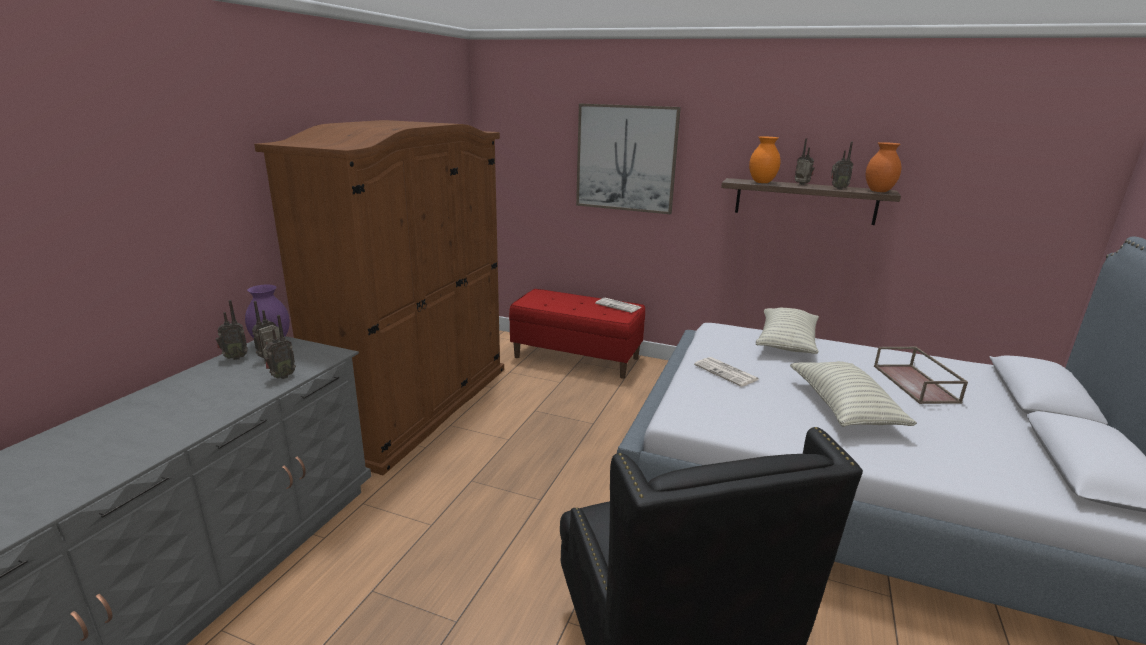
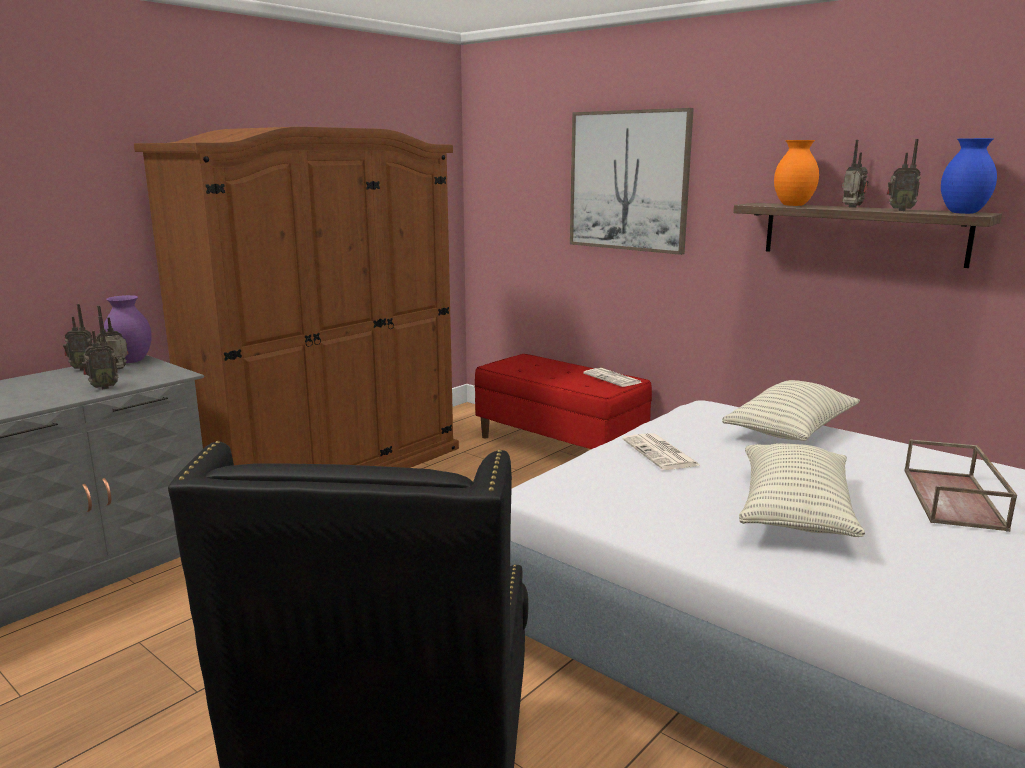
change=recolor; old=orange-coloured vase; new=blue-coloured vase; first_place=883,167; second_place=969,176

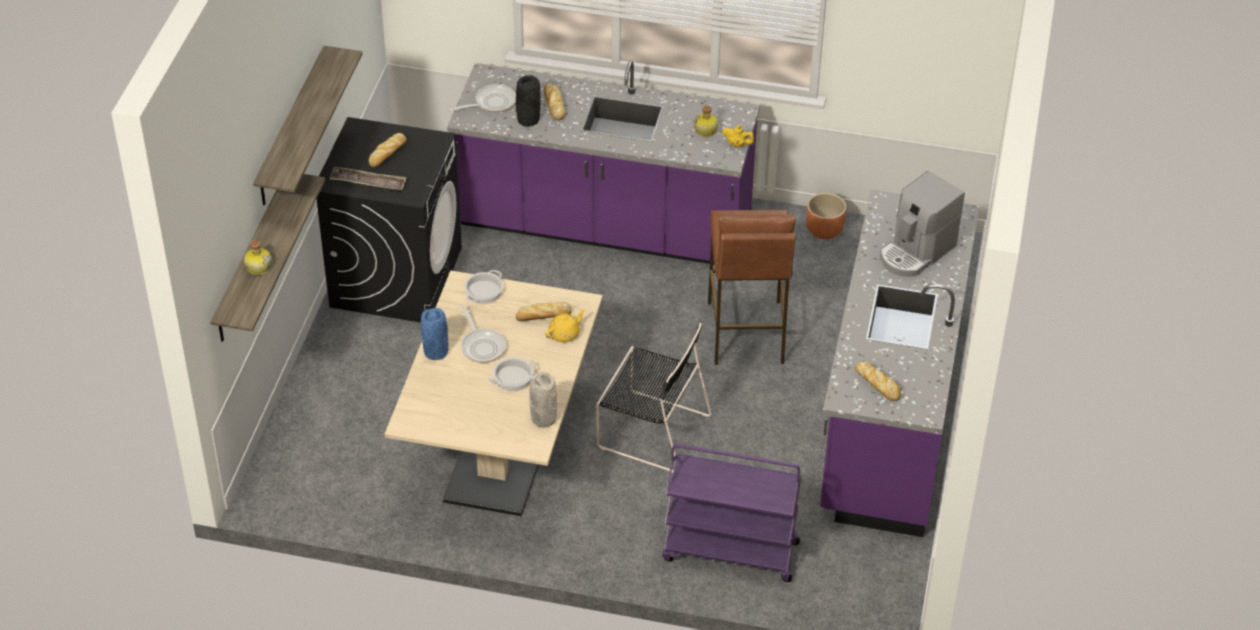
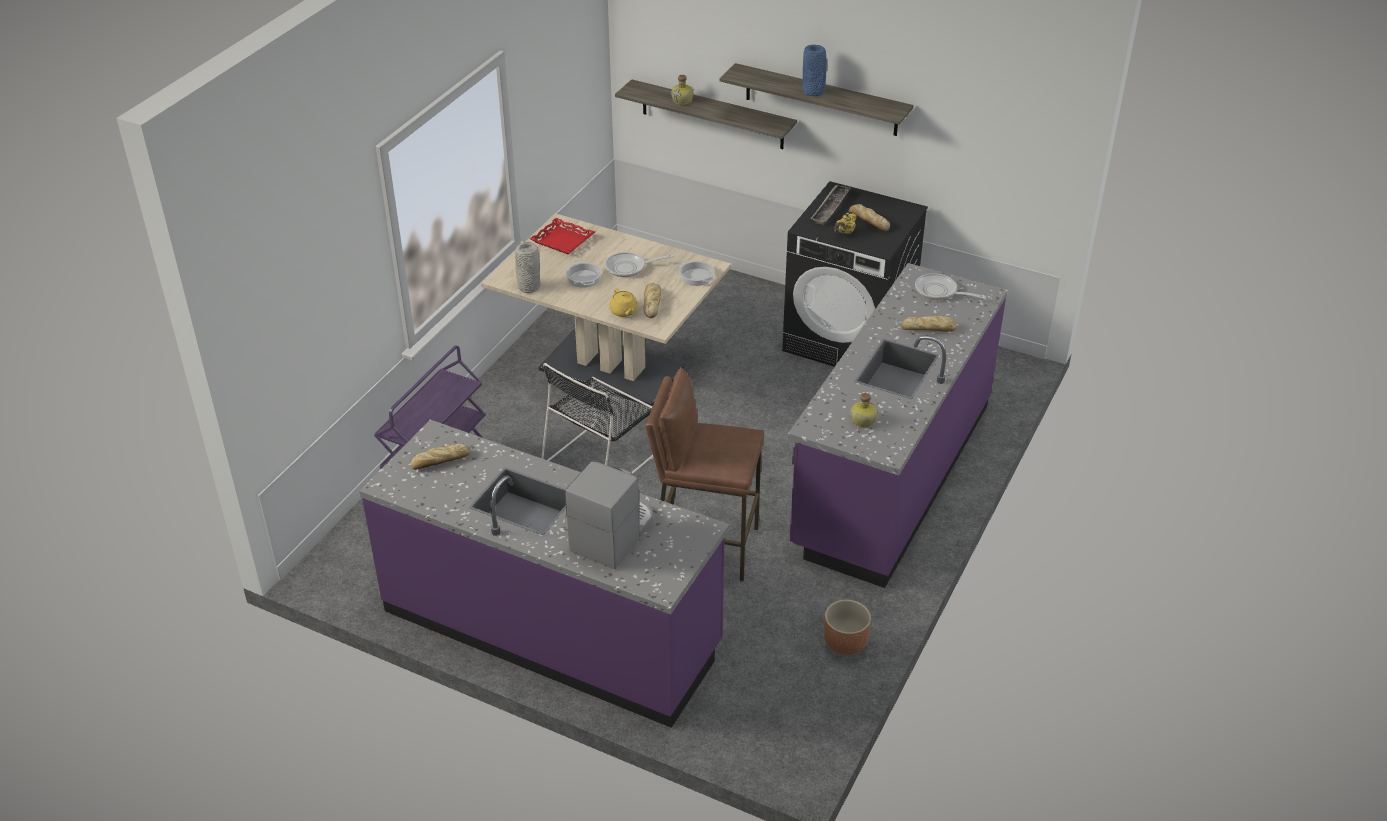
change=move; old=blue-coloured vase; first_place=434,334; second_place=815,70
change=rotate; old=pan; first_place=482,98; second_place=950,286; degrees=135
change=delete; old=black-coloured vase; first_place=528,101
change=move; old=yellowish teapot; first_place=738,136; second_place=845,224
change=rotate; old=coffee brewer; first_place=922,224; second_place=609,515; degrees=60
change=insert; new=red-coloured carrying tray; second_place=562,236

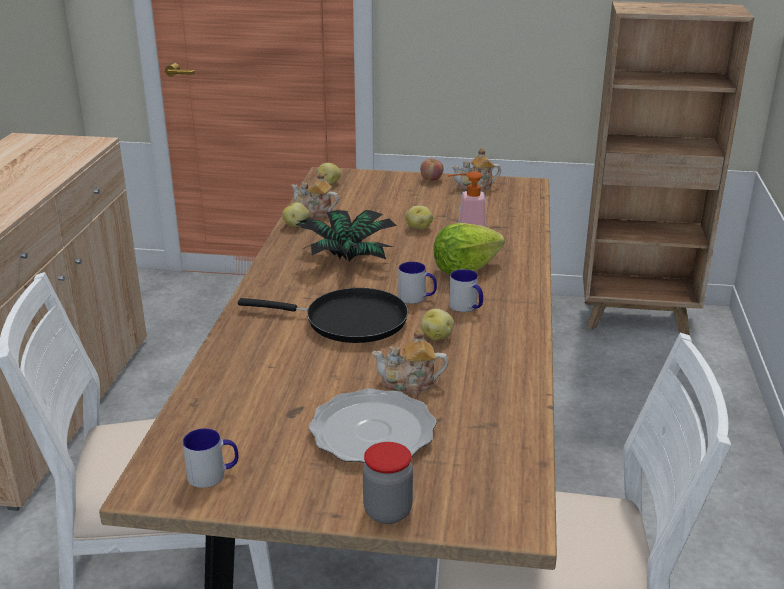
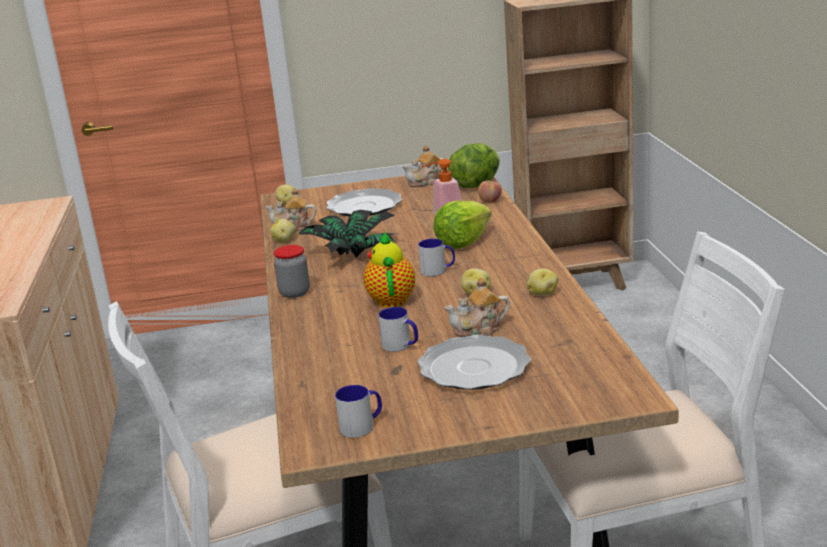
change=replace; old=black-coloured pan; new=teapot; first_place=323,315; second_place=389,270
change=move; old=preserve jar; first_place=388,483; second_place=292,271
change=move; old=spud; first_place=419,217; second_place=542,282
change=move; old=apple; first_place=432,170; second_place=490,192
change=move; old=tea mug; first_place=466,290; second_place=398,329
change=insert; new=dinner plate; second_place=364,202
change=insert; new=head of lettuce; second_place=474,165

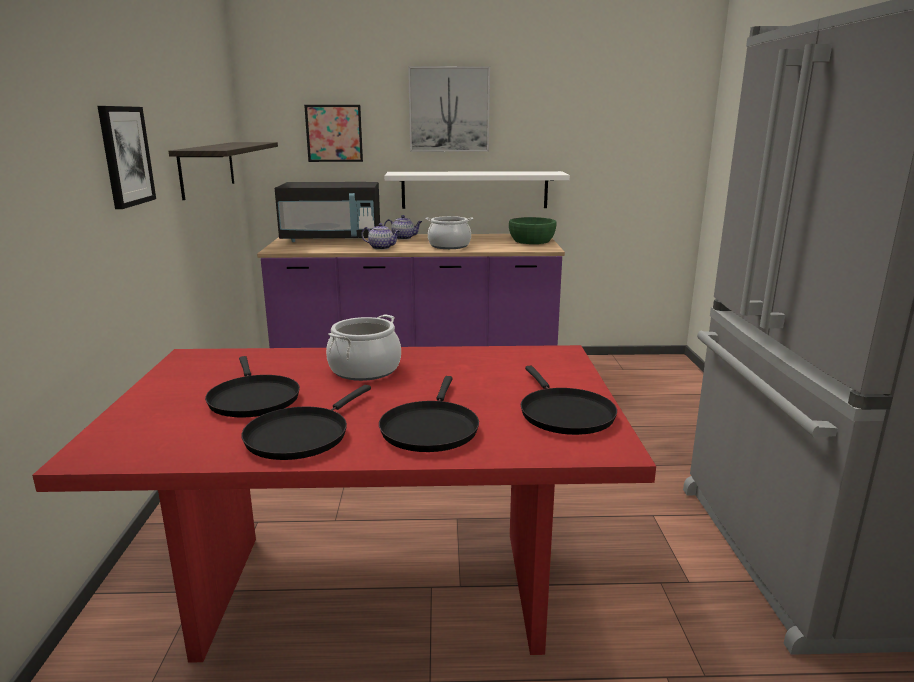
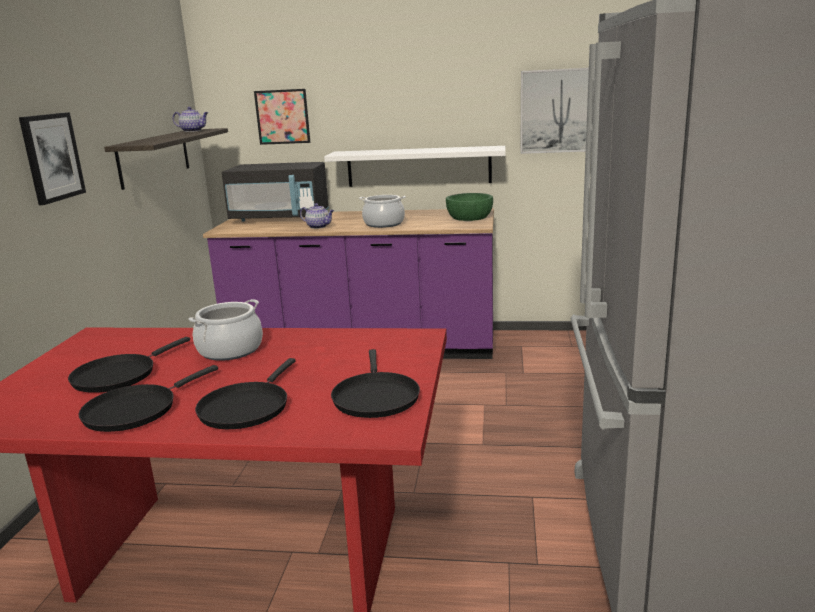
change=rotate; old=black-coloured pan; first_place=252,387; second_place=129,365; degrees=45
change=move; old=teapot; first_place=403,227; second_place=190,119
change=move; old=wall art; first_place=449,109; second_place=557,111

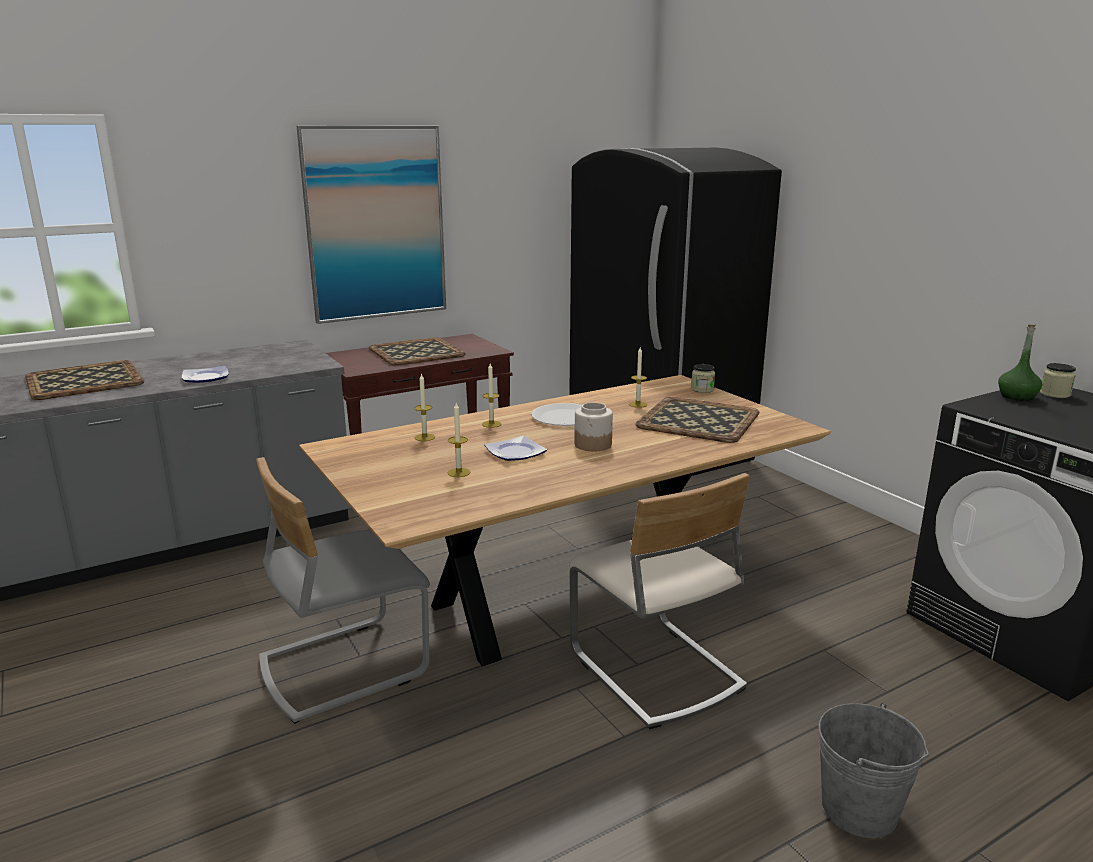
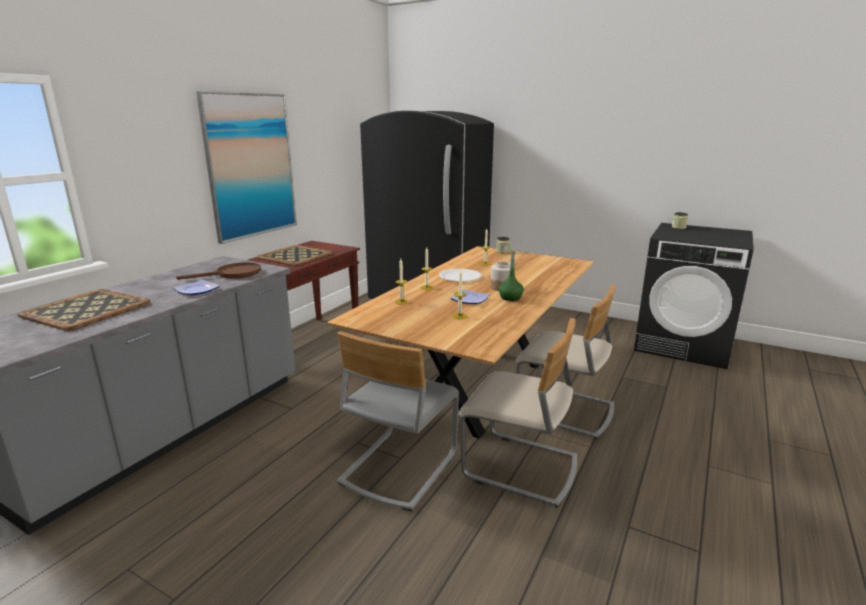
change=delete; old=carrying tray; first_place=697,420
change=delete; old=grey pail; first_place=874,770
change=move; old=green drink bottle; first_place=1020,363; second_place=511,276
change=insert; new=brownish pan; second_place=218,271
change=insert; new=beige chair; second_place=518,413

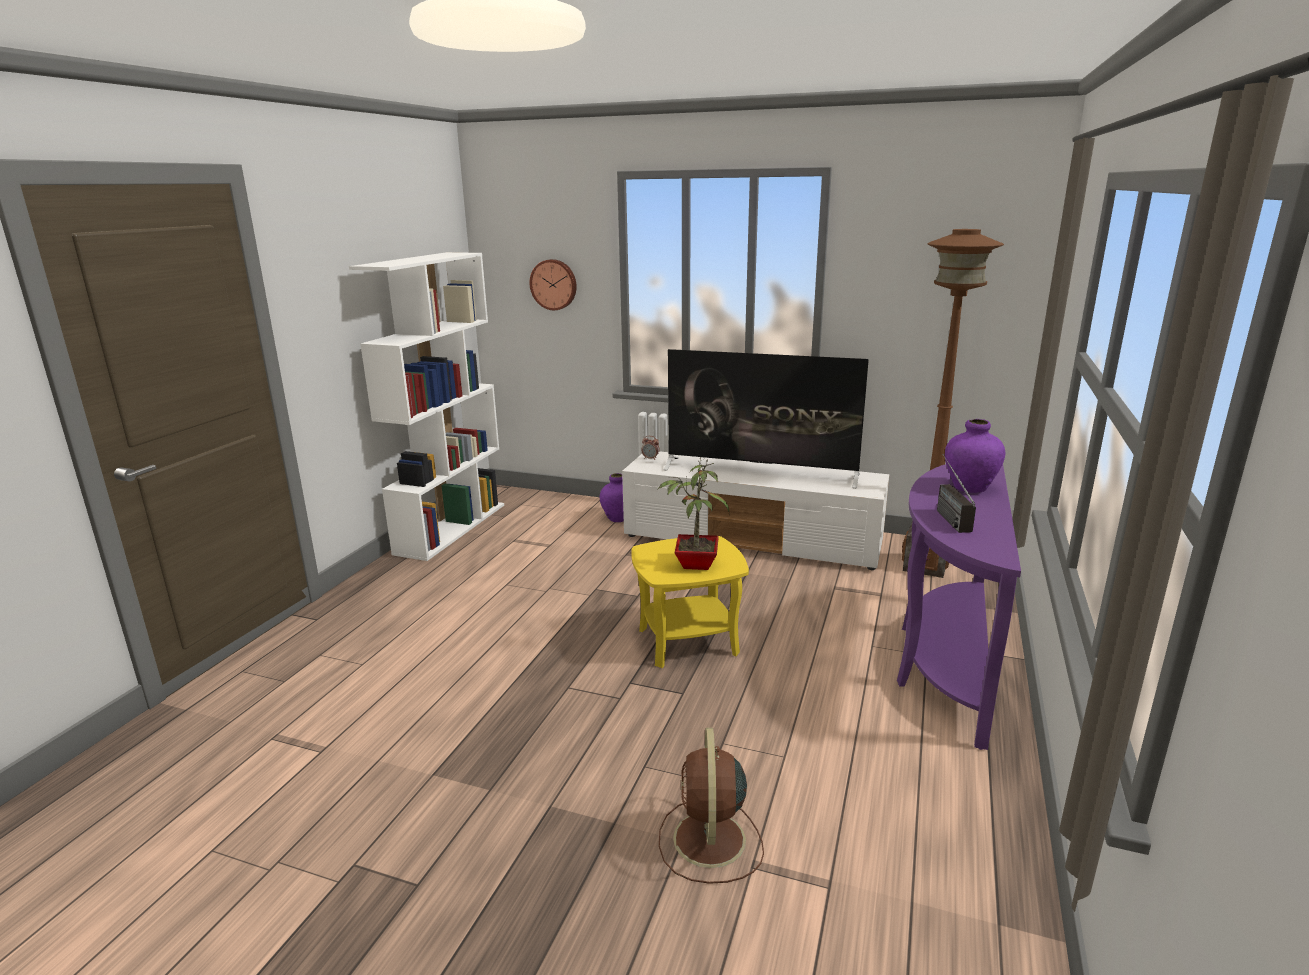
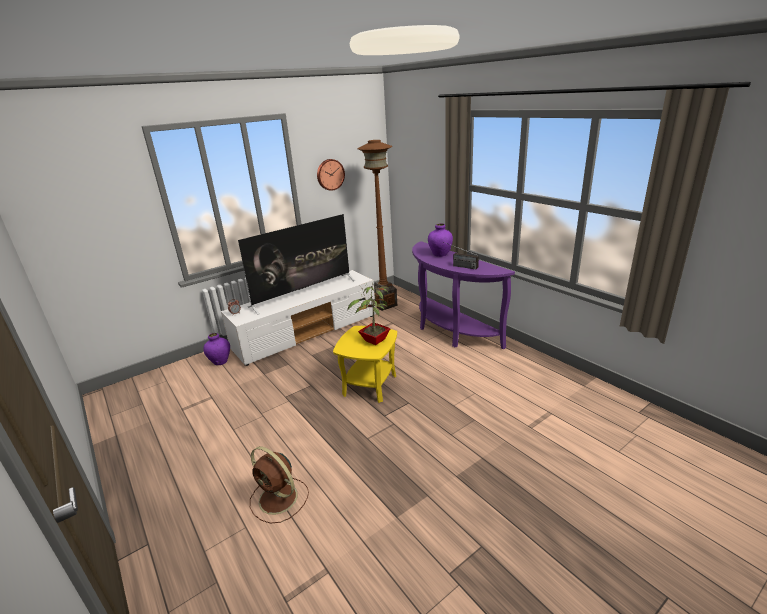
change=delete; old=whitish bookcase; first_place=426,406
change=move; old=wall clock; first_place=553,284; second_place=331,175
change=move; old=brownish cooling fan; first_place=711,806; second_place=279,484

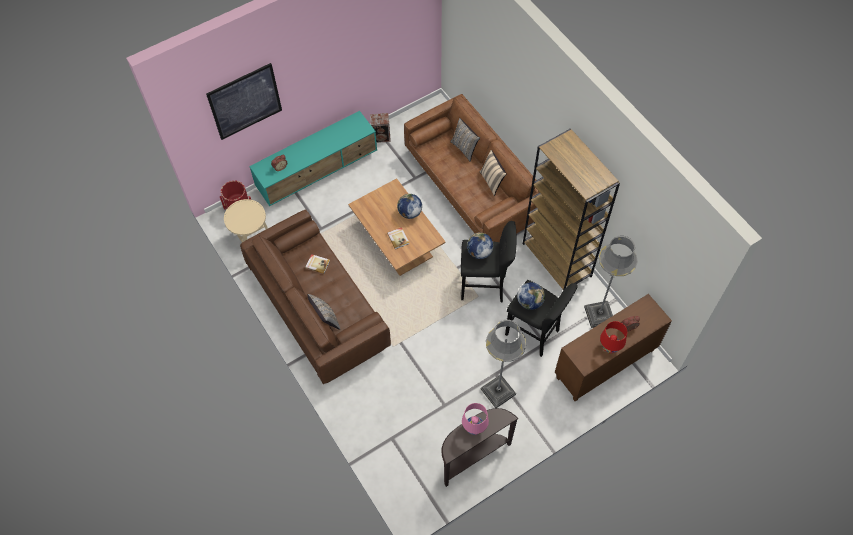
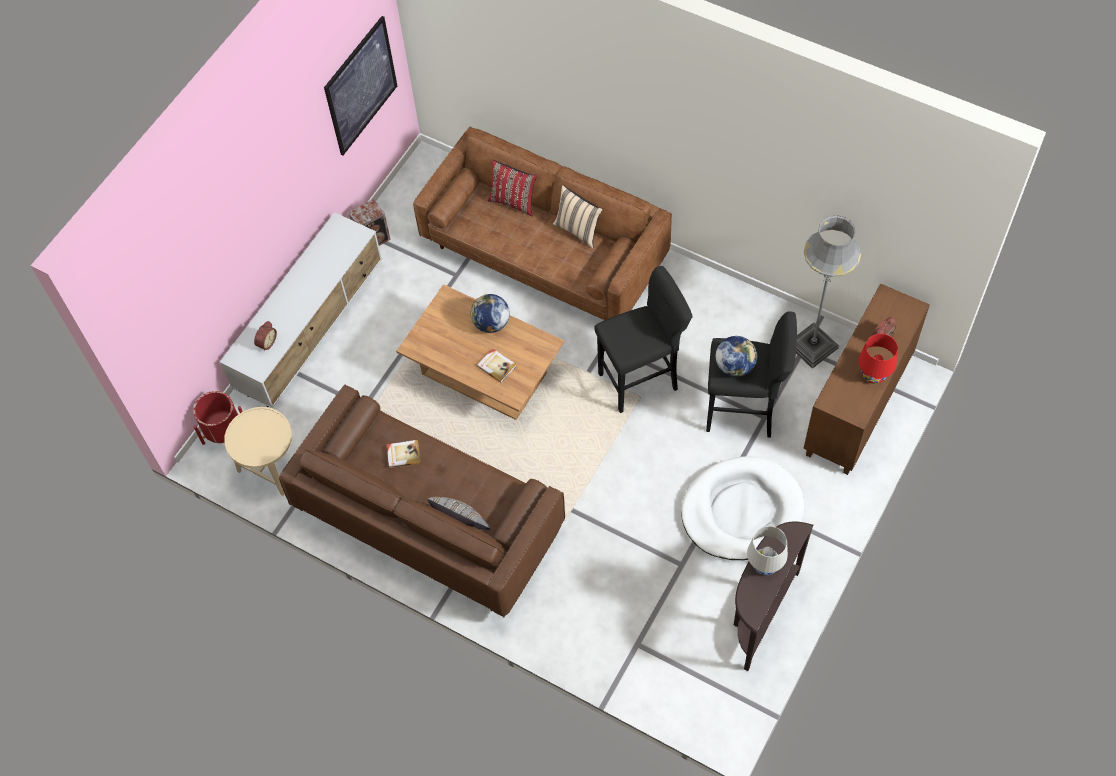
change=move; old=wall art; first_place=244,101; second_place=360,85
change=recolor; old=turquoise tv stand; new=whitish tv stand; first_place=313,158; second_place=301,310
change=recolor; old=grey throw pillow; new=red-coloured throw pillow; first_place=465,140; second_place=512,188
change=recolor; old=pinkish lamp for a table; new=whitish lamp for a table; first_place=475,419; second_place=767,550
change=delete; old=desk globe; first_place=480,245
change=replace; old=grey standard lamp; new=whitish dog cushion; first_place=503,364; second_place=742,508
change=delete; old=brownish bookcase; first_place=571,210

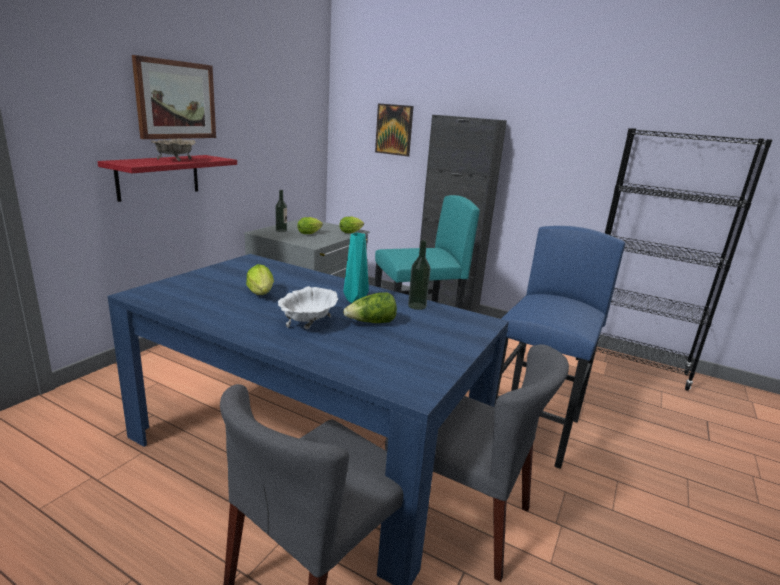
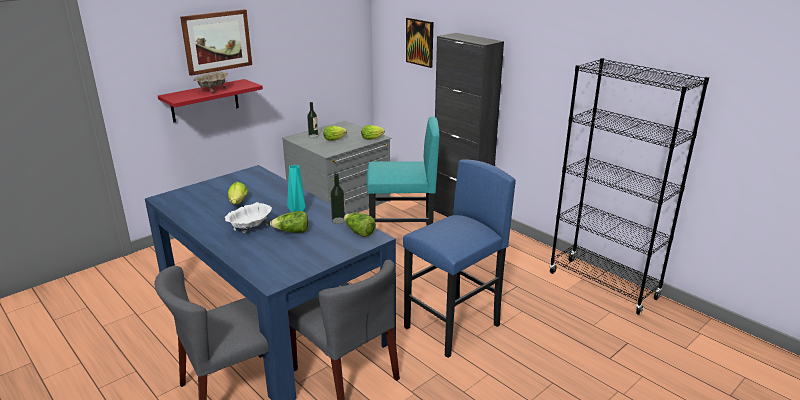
change=insert; new=head of lettuce; second_place=360,225

